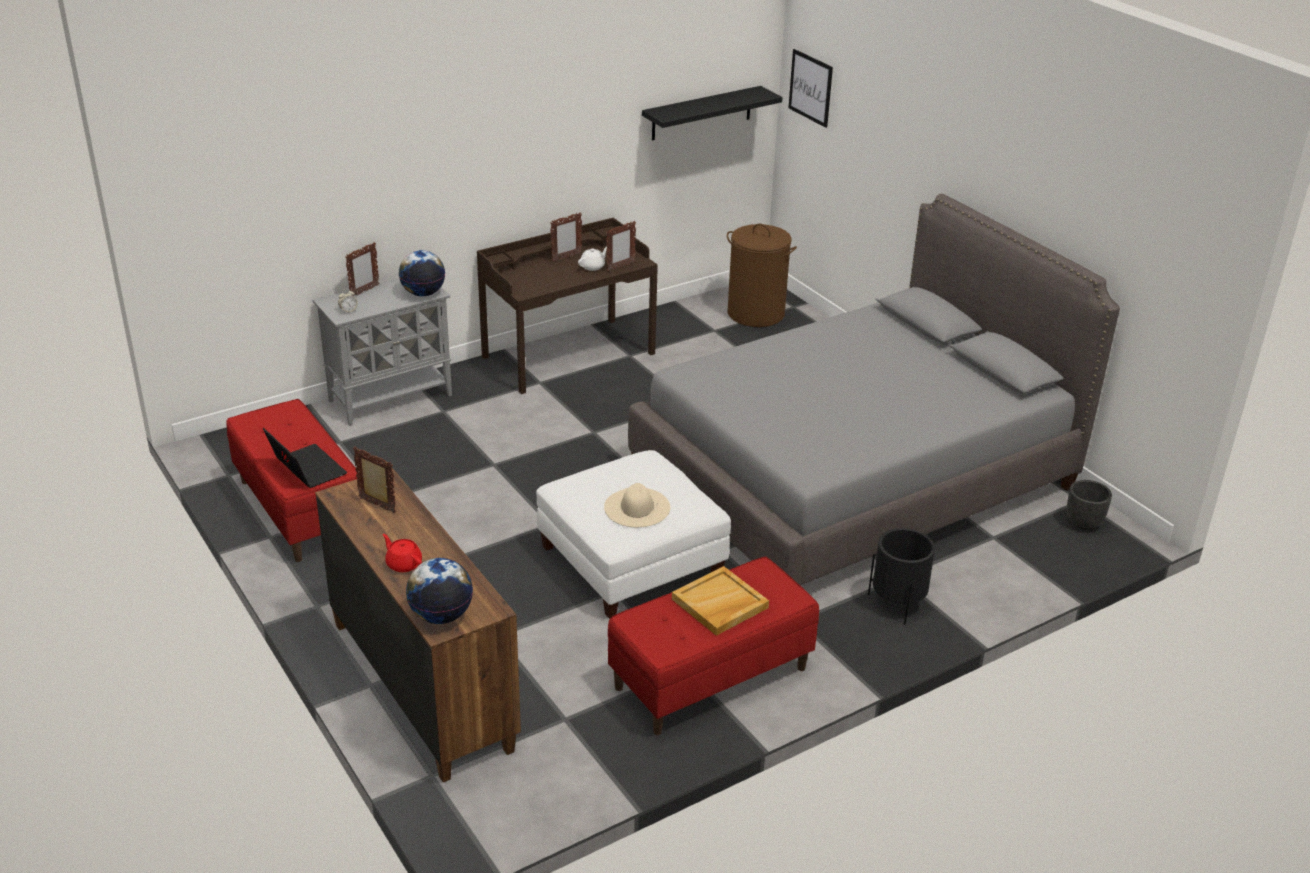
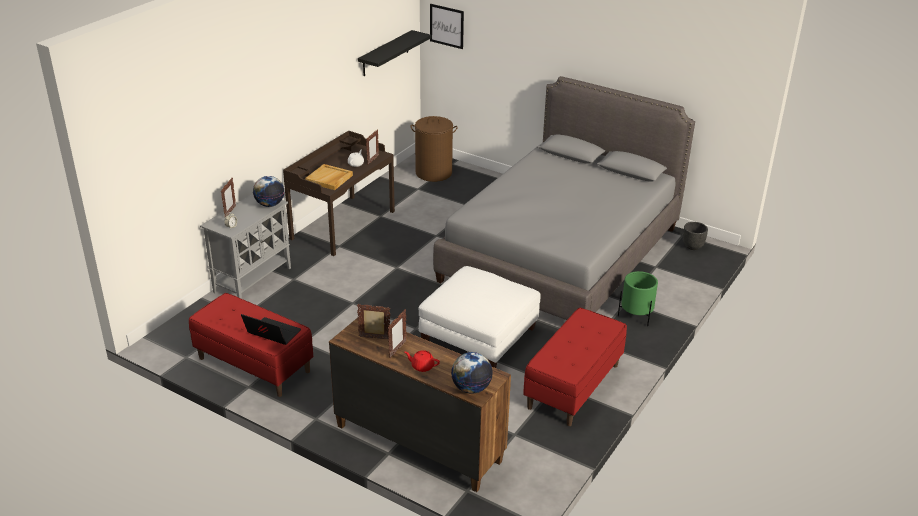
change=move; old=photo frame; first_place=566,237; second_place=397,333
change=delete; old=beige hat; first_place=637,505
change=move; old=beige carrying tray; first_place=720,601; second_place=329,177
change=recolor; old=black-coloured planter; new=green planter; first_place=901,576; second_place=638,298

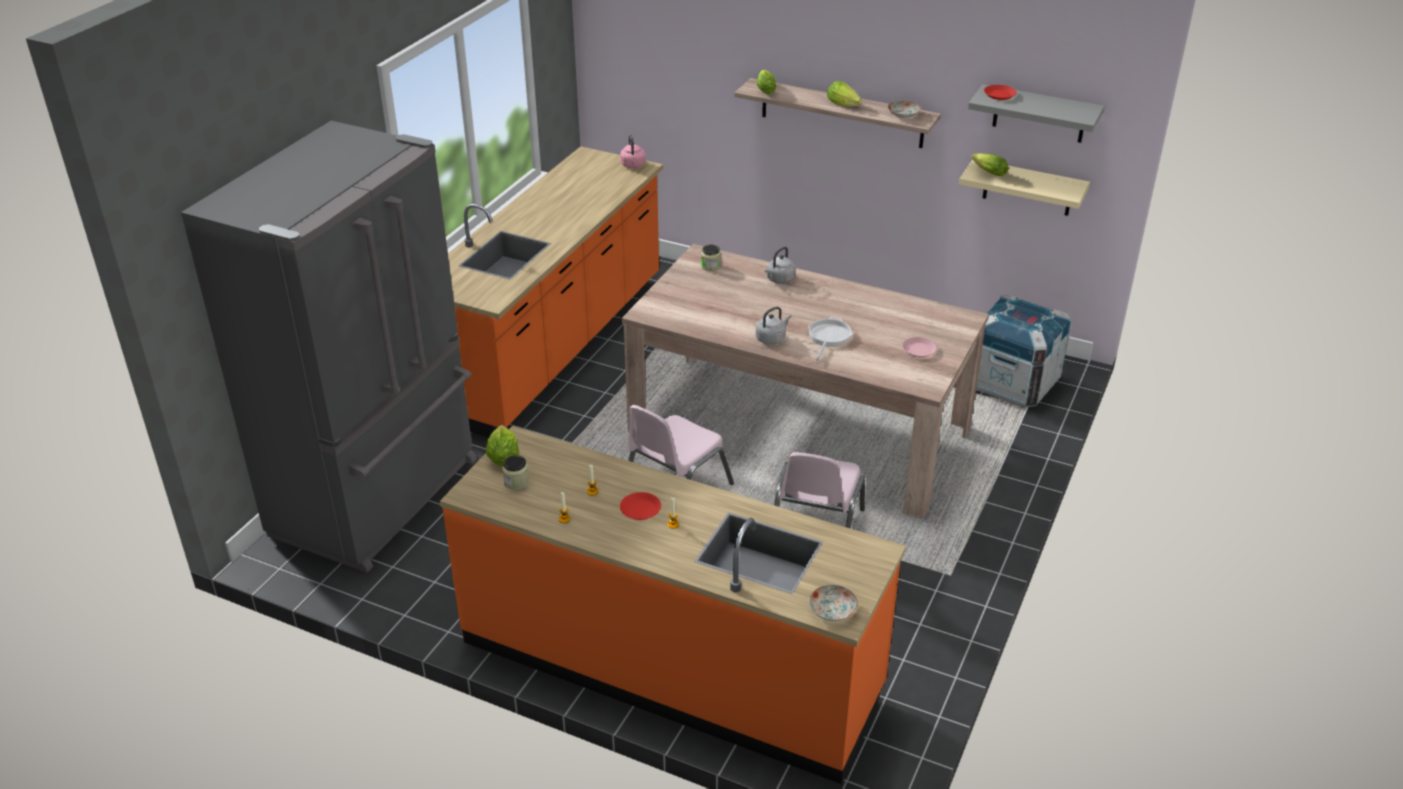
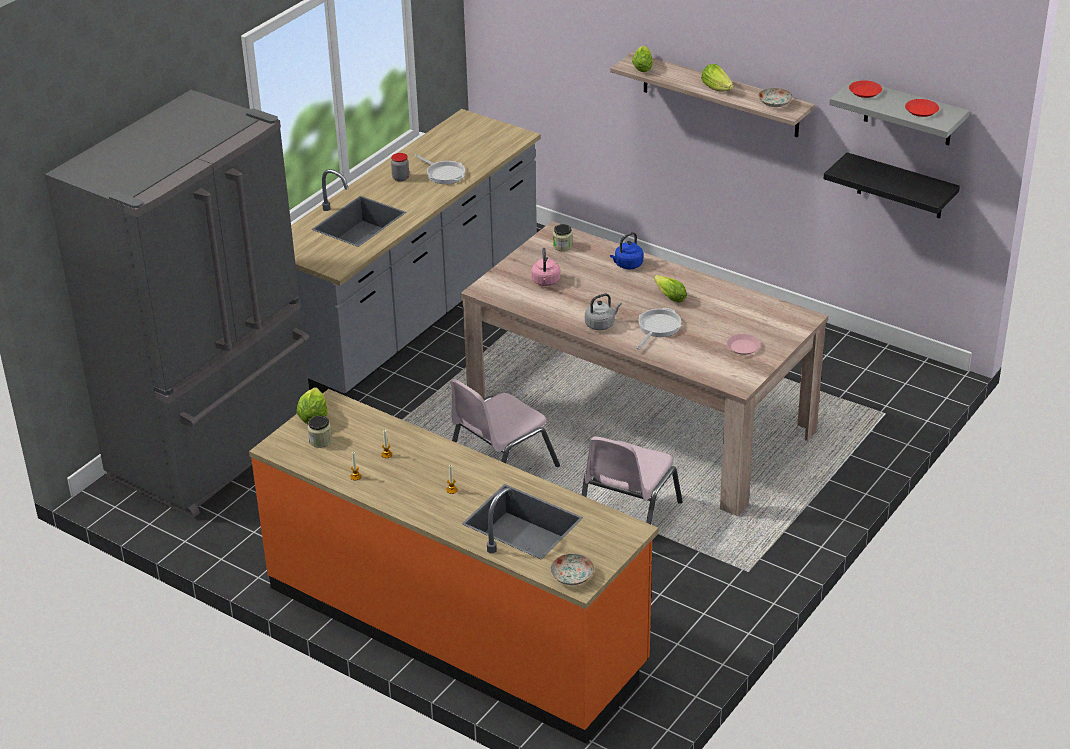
change=recolor; old=orange-coloured kitchen counter; new=grey kitchen counter; first_place=555,292; second_place=416,252
change=move; old=pinkish kettle; first_place=632,151; second_place=545,267
change=move; old=red-coloured dinner plate; first_place=640,506; second_place=922,108
change=recolor; old=grey kettle; new=blue-coloured kettle; first_place=780,265; second_place=626,250
change=recolor; old=beige wall shelf; new=black-coloured wall shelf; first_place=1024,188; second_place=892,185
change=move; old=head of lettuce; first_place=989,164; second_place=670,289
change=delete; old=crate; first_place=1024,351
change=insert; new=preserve jar; second_place=400,167
change=insert; new=pan; second_place=440,169

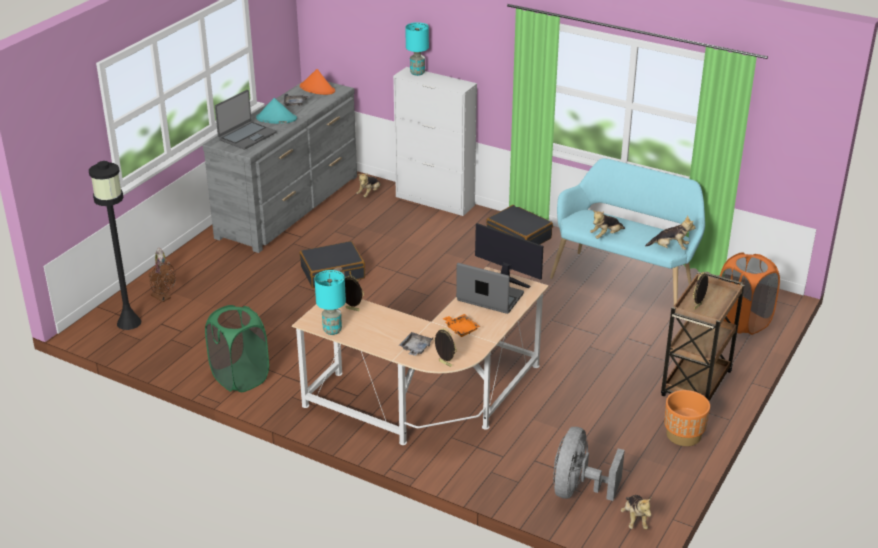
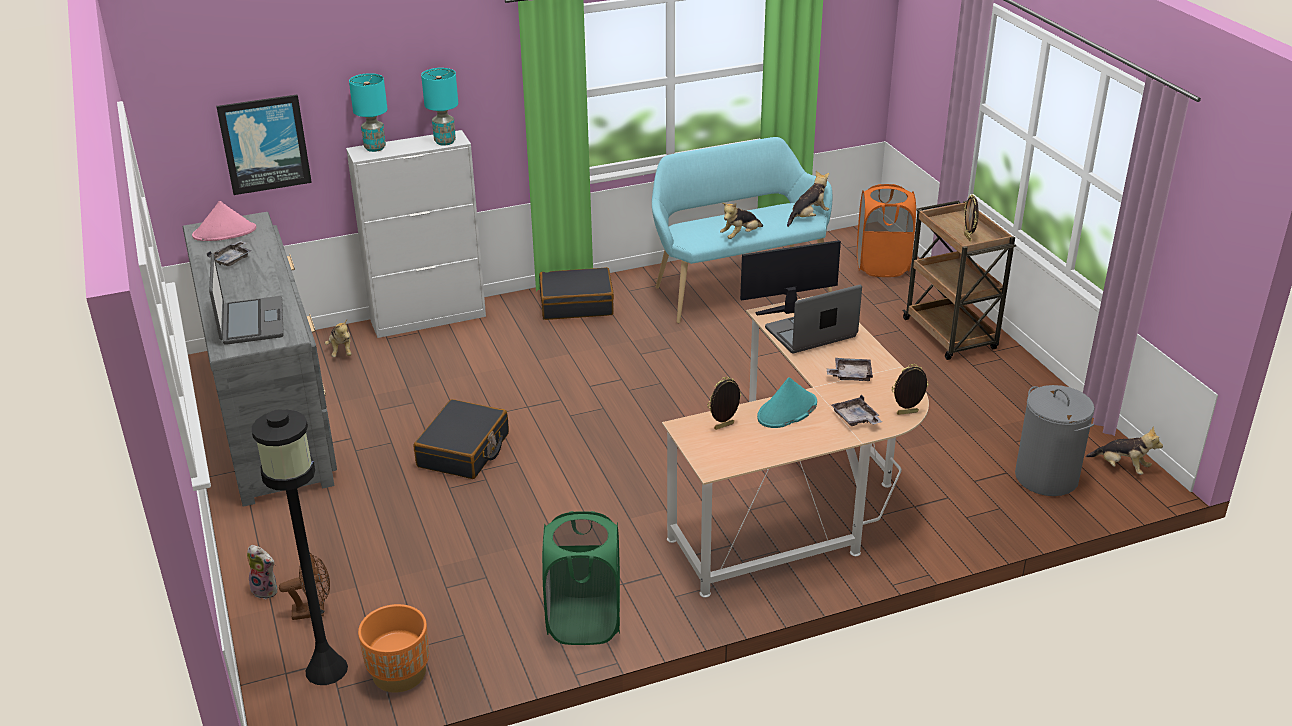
change=move; old=turquoise hat; first_place=276,111; second_place=787,402
change=recolor; old=orange-coloured hat; new=pinkish hat; first_place=317,82; second_place=224,221
change=move; old=turquoise lamp for a table; first_place=330,302; second_place=439,107
change=recolor; old=orange-coloured carrying tray; new=grey carrying tray; first_place=461,325; second_place=850,369
change=replace; old=grey cooling fan; new=grey laundry basket; first_place=589,464; second_place=1055,440
change=rotate; old=plush toy; first_place=607,225; second_place=741,221; degrees=45
change=move; old=orange-coloured planter; first_place=687,418; second_place=393,648
change=insert; new=wall art; second_place=264,145

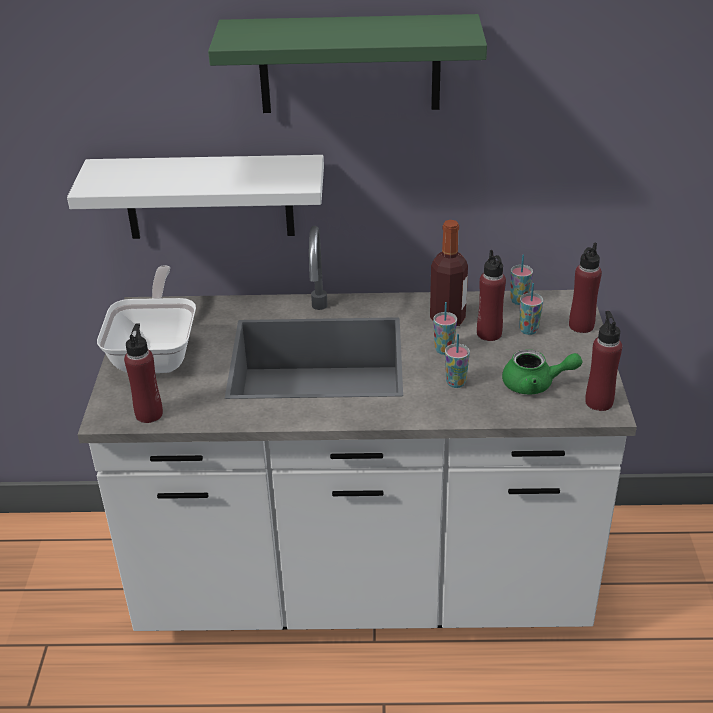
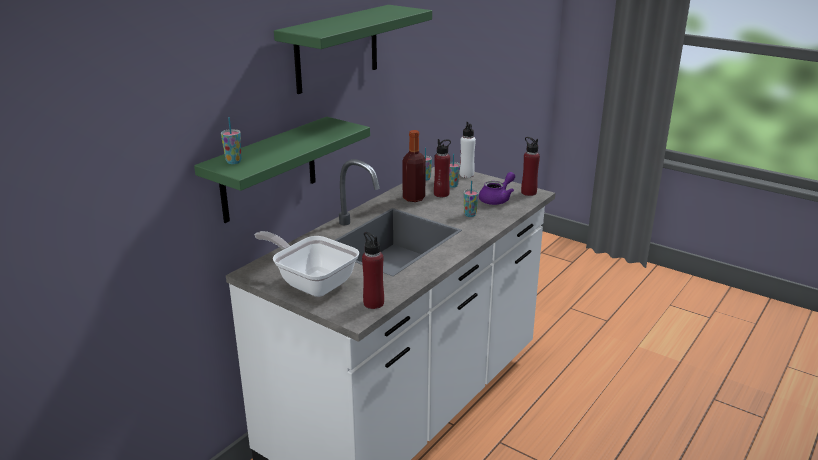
change=recolor; old=whitish wall shelf; new=green wall shelf; first_place=195,197; second_place=282,170
change=move; old=drinking cup; first_place=445,328; second_place=231,140
change=recolor; old=green teapot; new=purple teapot; first_place=542,371; second_place=497,188
change=recolor; old=red-coloured drink bottle; new=whitish drink bottle; first_place=585,288; second_place=467,150

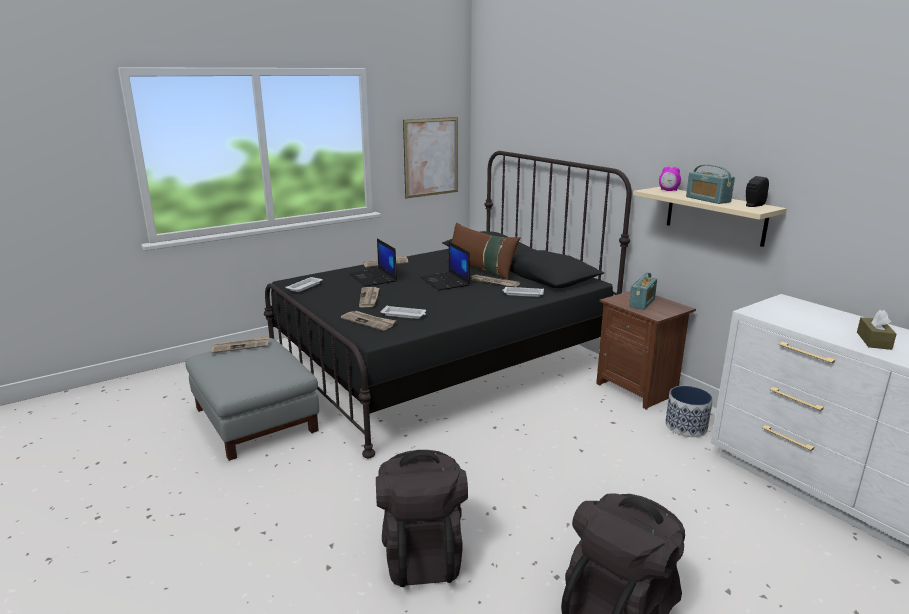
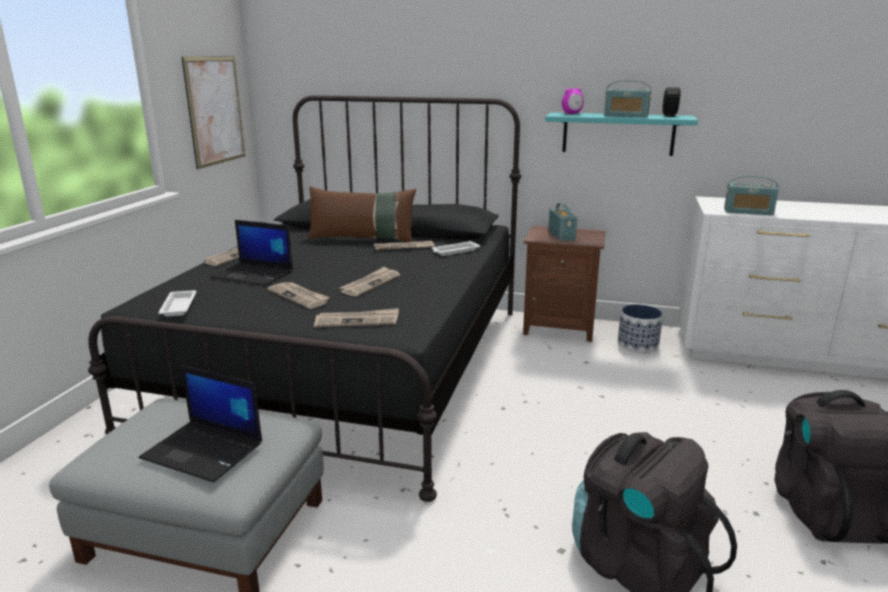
change=move; old=newspaper; first_place=240,344; second_place=370,281
change=delete; old=whitish carrying tray; first_place=403,312
change=move; old=notebook computer; first_place=445,266; second_place=200,423
change=recolor; old=beige wall shelf; new=turquoise wall shelf; first_place=710,217; second_place=621,134
change=delete; old=brownish box of tissues; first_place=876,330
change=insert; new=radio receiver; second_place=751,195

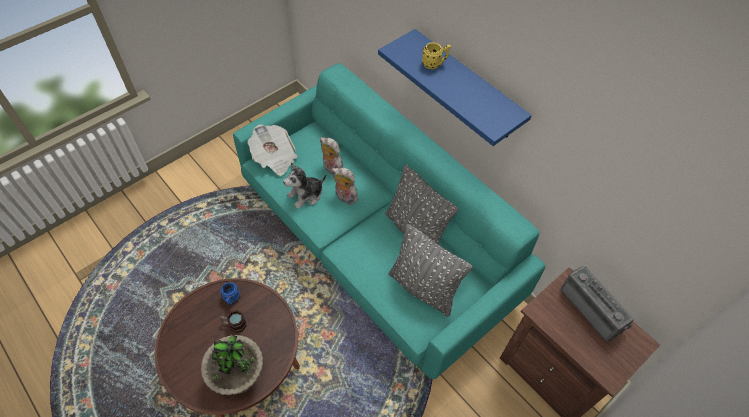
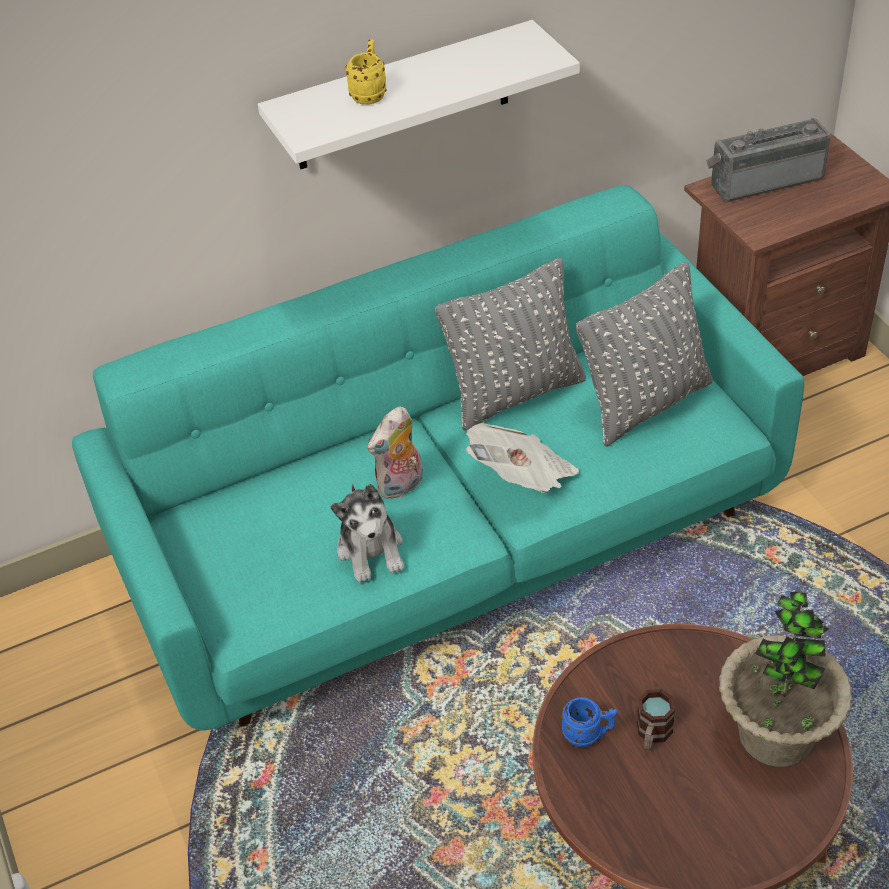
change=move; old=newspaper; first_place=273,150; second_place=522,458
change=delete; old=plush toy; first_place=331,156
change=recolor; old=blue-coloured wall shelf; new=whitish wall shelf; first_place=455,87; second_place=419,94

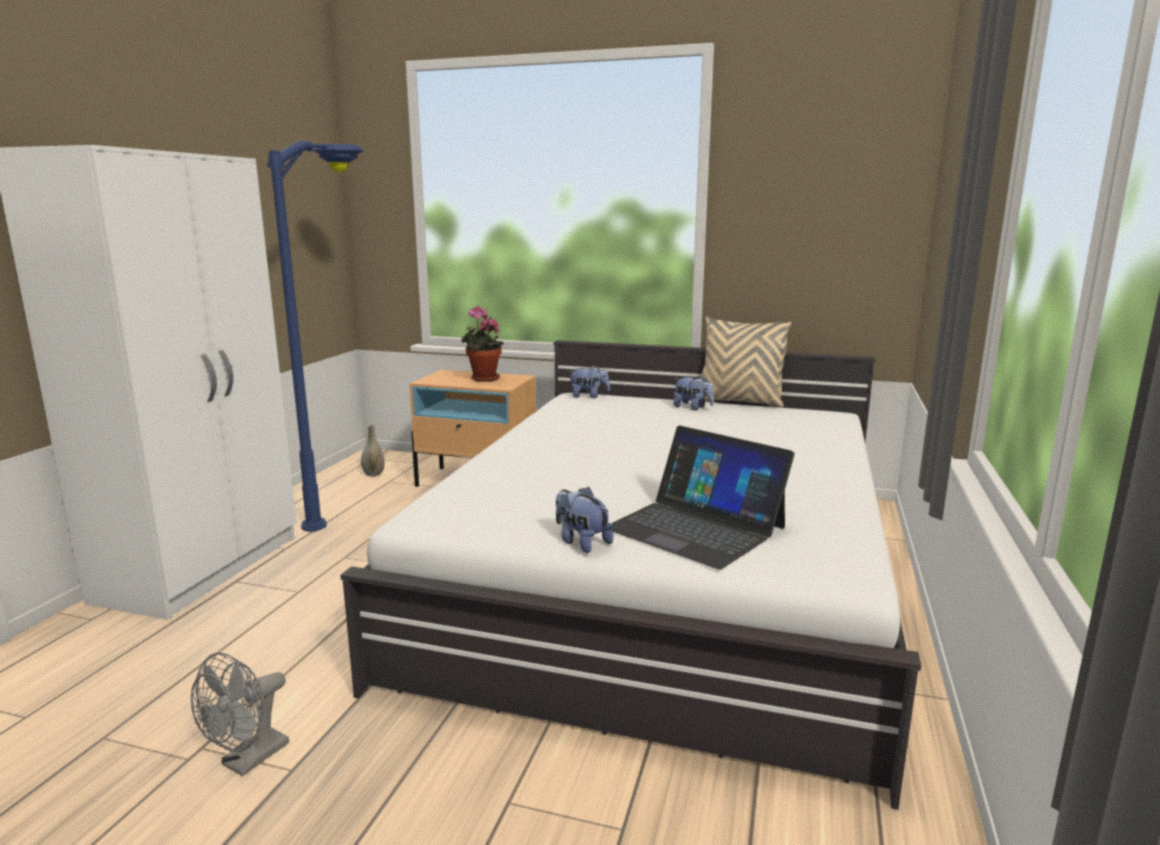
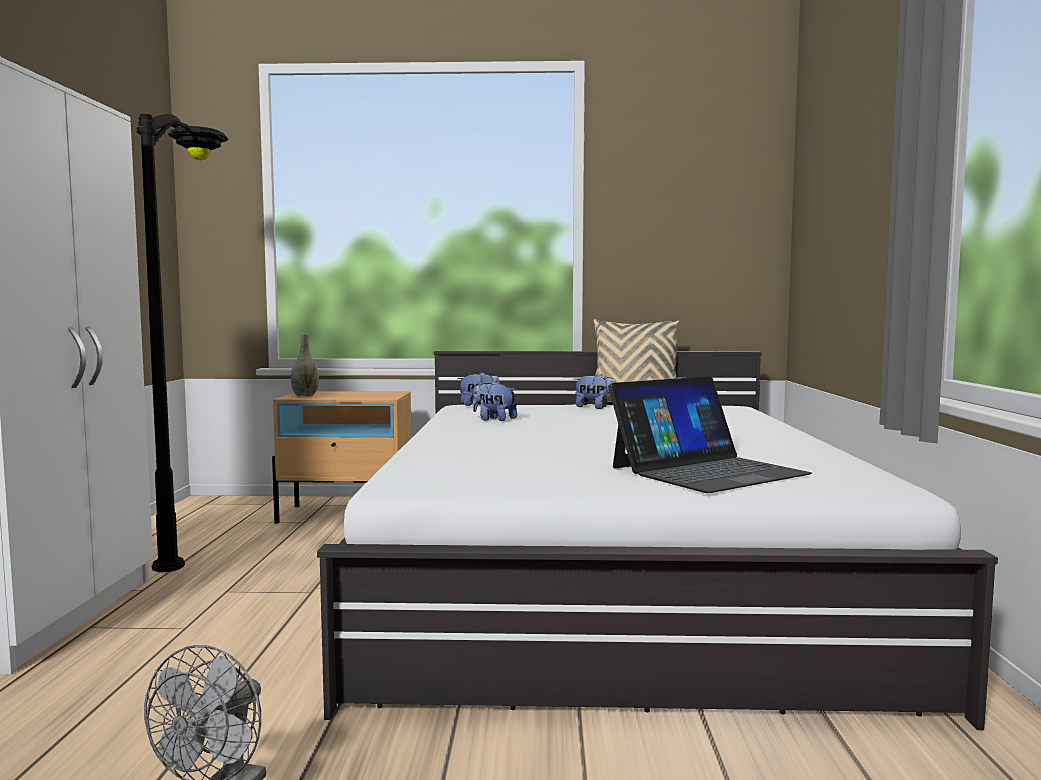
change=recolor; old=blue-coloured standard lamp; new=black-coloured standard lamp; first_place=315,336; second_place=182,343
change=move; old=grey vase; first_place=373,451; second_place=305,365
change=delete; old=plant in a pot; first_place=482,344
change=move; old=plush toy; first_place=584,520; second_place=495,401
change=rotate; old=notebook computer; first_place=703,497; second_place=710,434; degrees=-60

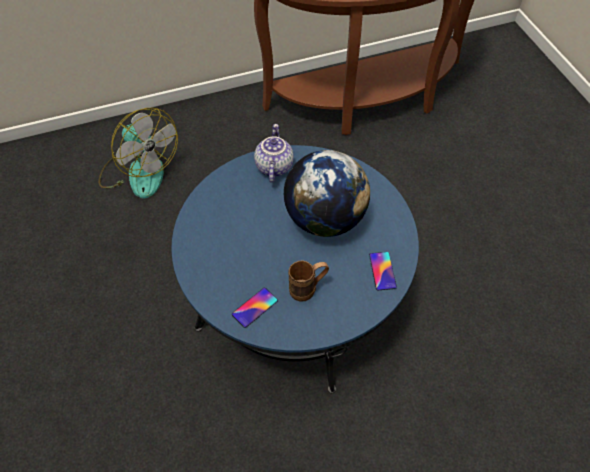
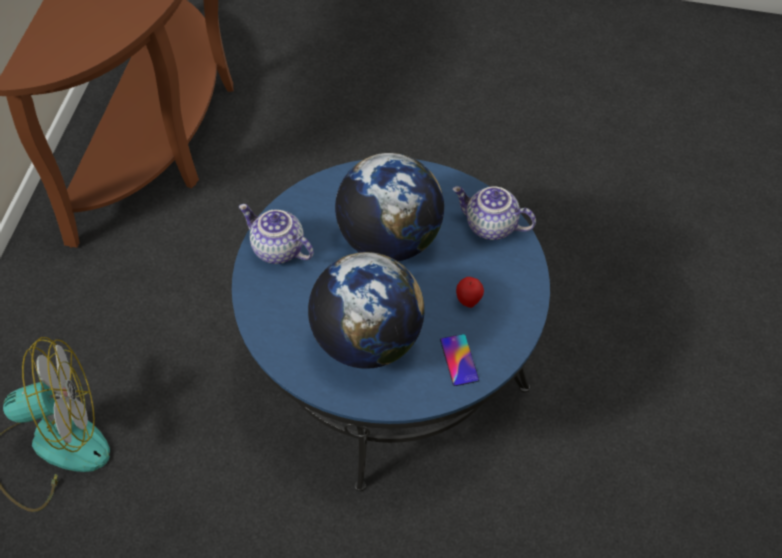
change=replace; old=brownish tea mug; new=apple; first_place=308,281; second_place=470,292
change=replace; old=phone; new=teapot; first_place=383,271; second_place=494,213
change=insert; new=desk globe; second_place=366,310

